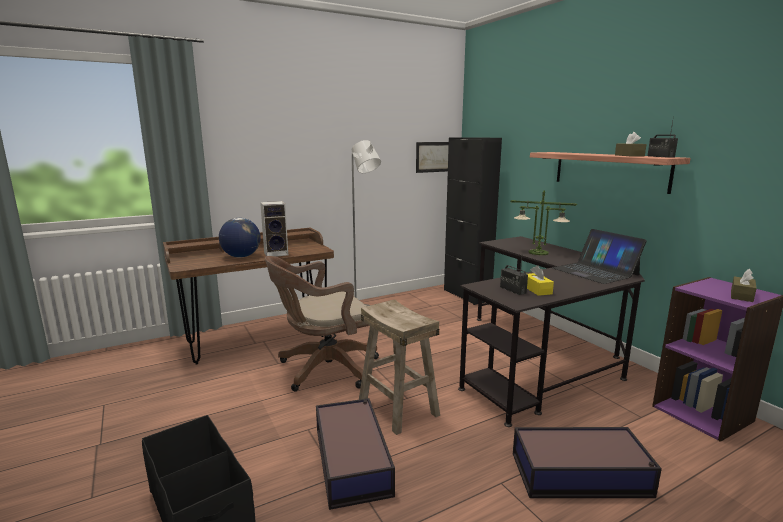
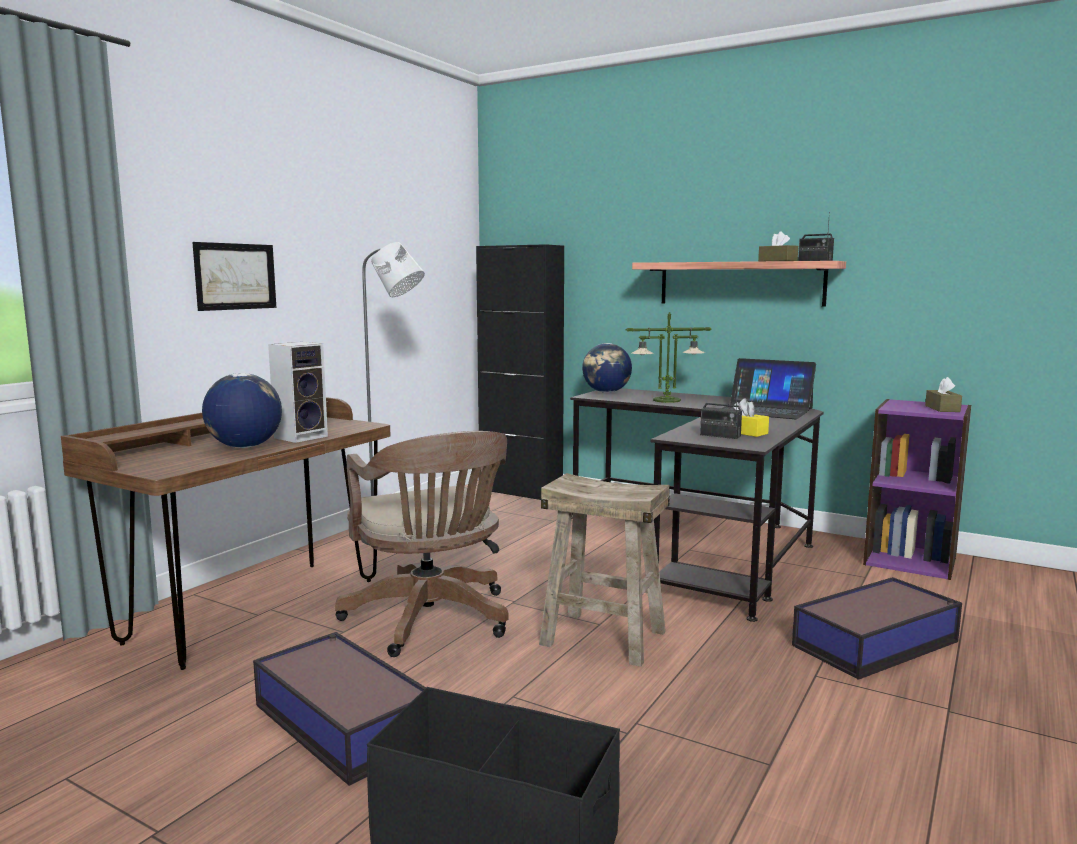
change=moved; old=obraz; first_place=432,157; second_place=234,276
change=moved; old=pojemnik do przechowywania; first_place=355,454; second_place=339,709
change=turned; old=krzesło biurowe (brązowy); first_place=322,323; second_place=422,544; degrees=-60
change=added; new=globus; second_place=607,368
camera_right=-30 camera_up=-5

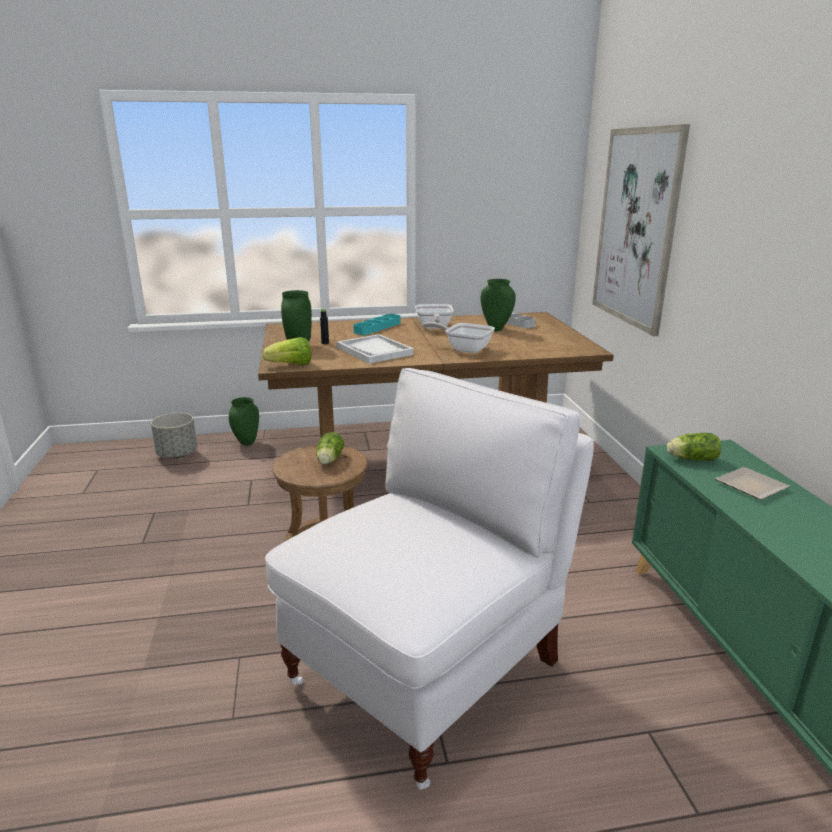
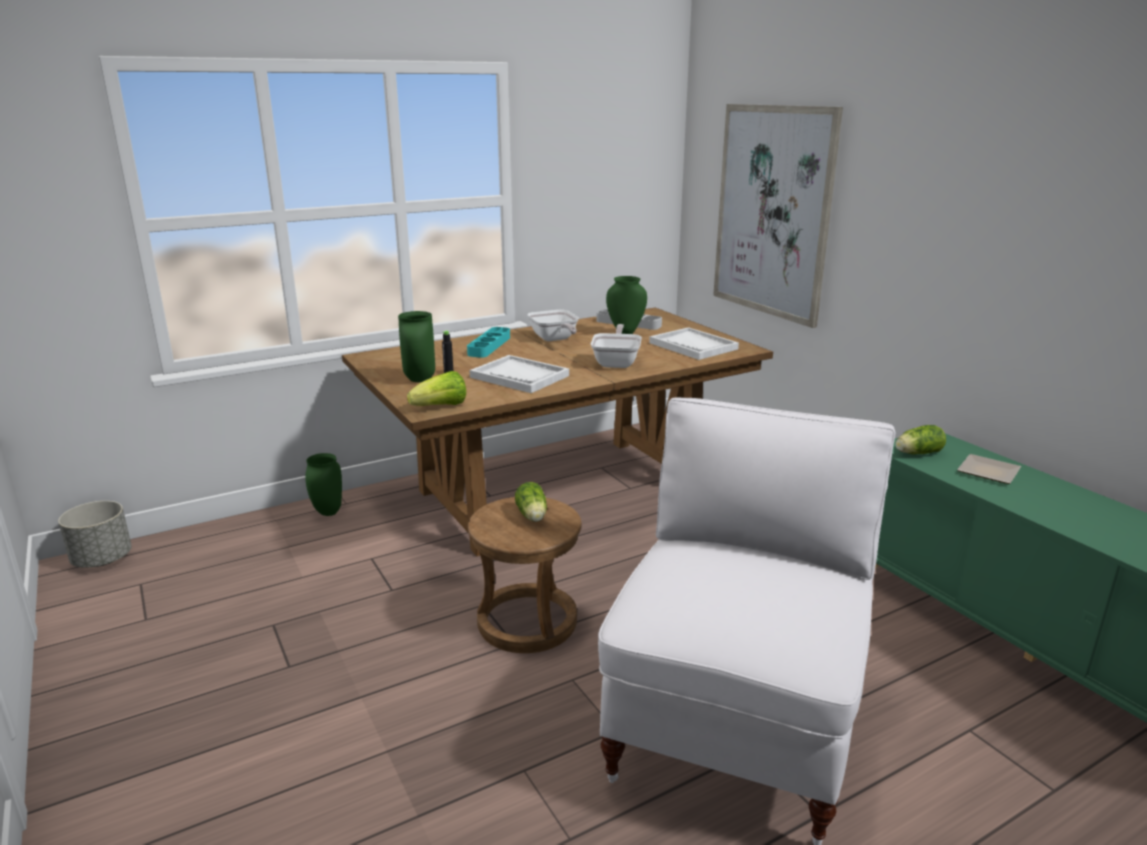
change=moved; old=donica (szary); first_place=174,435; second_place=95,534
change=turned; old=patelnia; first_place=459,337; second_place=616,346; degrees=90
change=added; new=taca (biały); second_place=694,343
camera_right=-20 camera_up=0

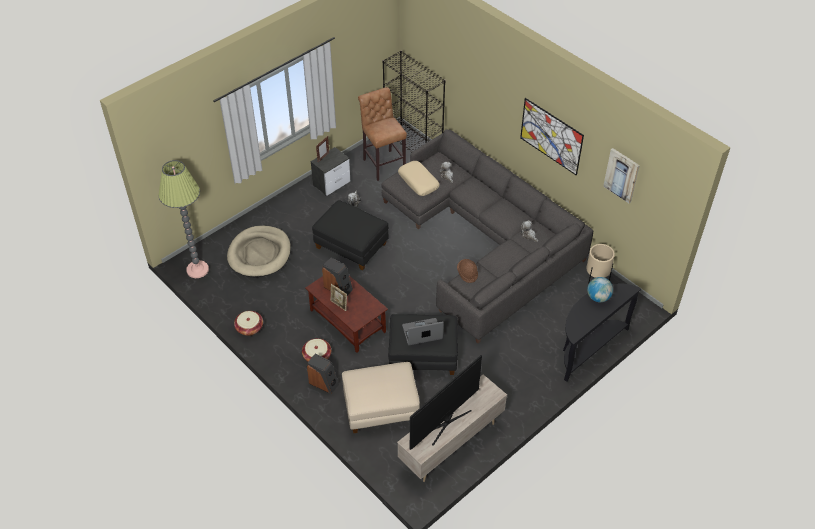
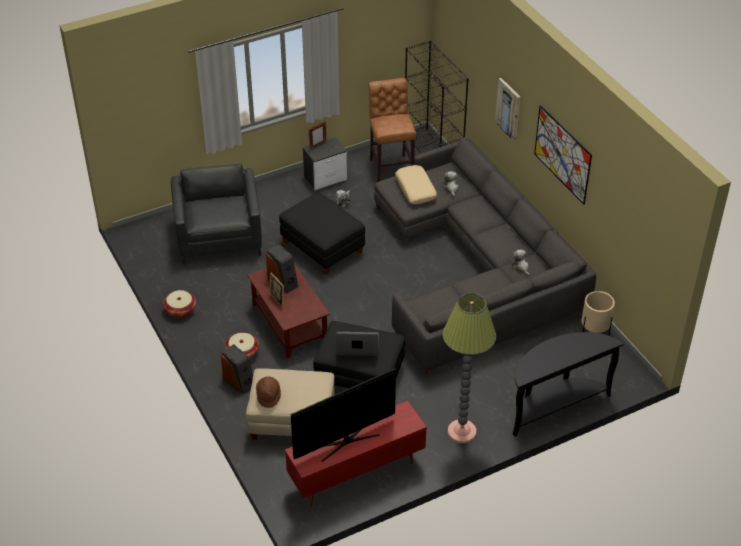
change=replaced; old=legowisko (beżowy); new=fotel (szary); first_place=259,252; second_place=216,214
change=moved; old=kapelusz (brązowy); first_place=467,271; second_place=268,392
change=recoloured; old=szafka pod telewizor (beżowy); new=szafka pod telewizor (czerwony); first_place=452,428; second_place=356,453
change=moved; old=lampa stojąca; first_place=184,219; second_place=469,368
change=moved; old=obraz; first_place=621,175; second_place=508,110
change=removed; old=globus; first_place=600,289
camera_right=15 camera_up=-5

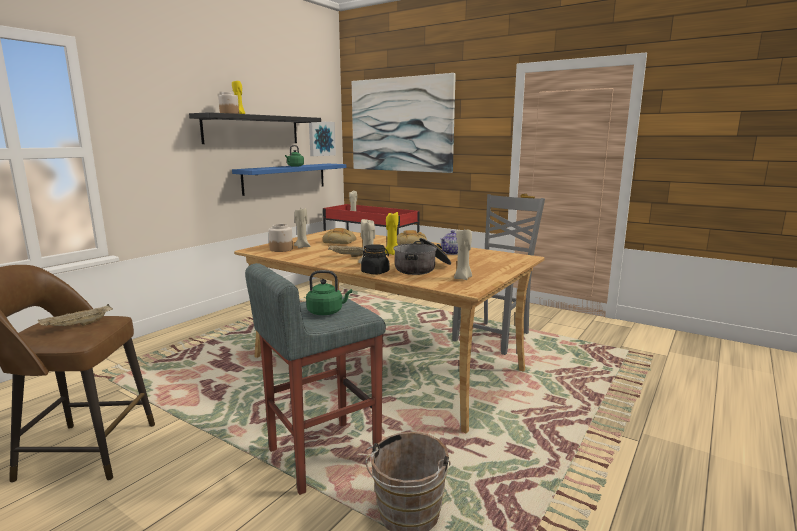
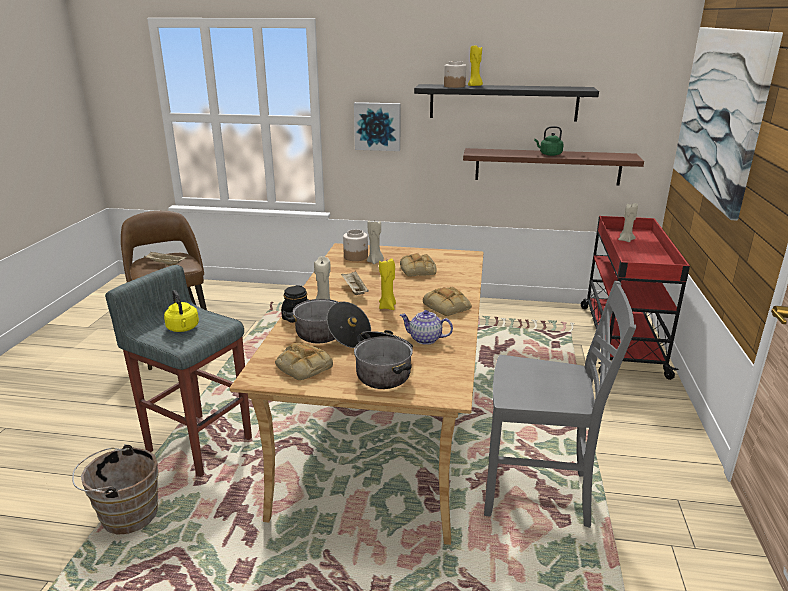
change=recoloured; old=czajnik (zielony); new=czajnik (żółty); first_place=329,292; second_place=181,311
change=replaced; old=świeca (beżowy); new=chleb; first_place=463,254; second_place=304,361
change=moved; old=obraz; first_place=322,138; second_place=377,126
change=added; new=garnek; second_place=383,359
change=recoloured; old=półka (niebieski); new=półka (brązowy); first_place=289,180; second_place=553,166
camera_right=65 camera_up=10

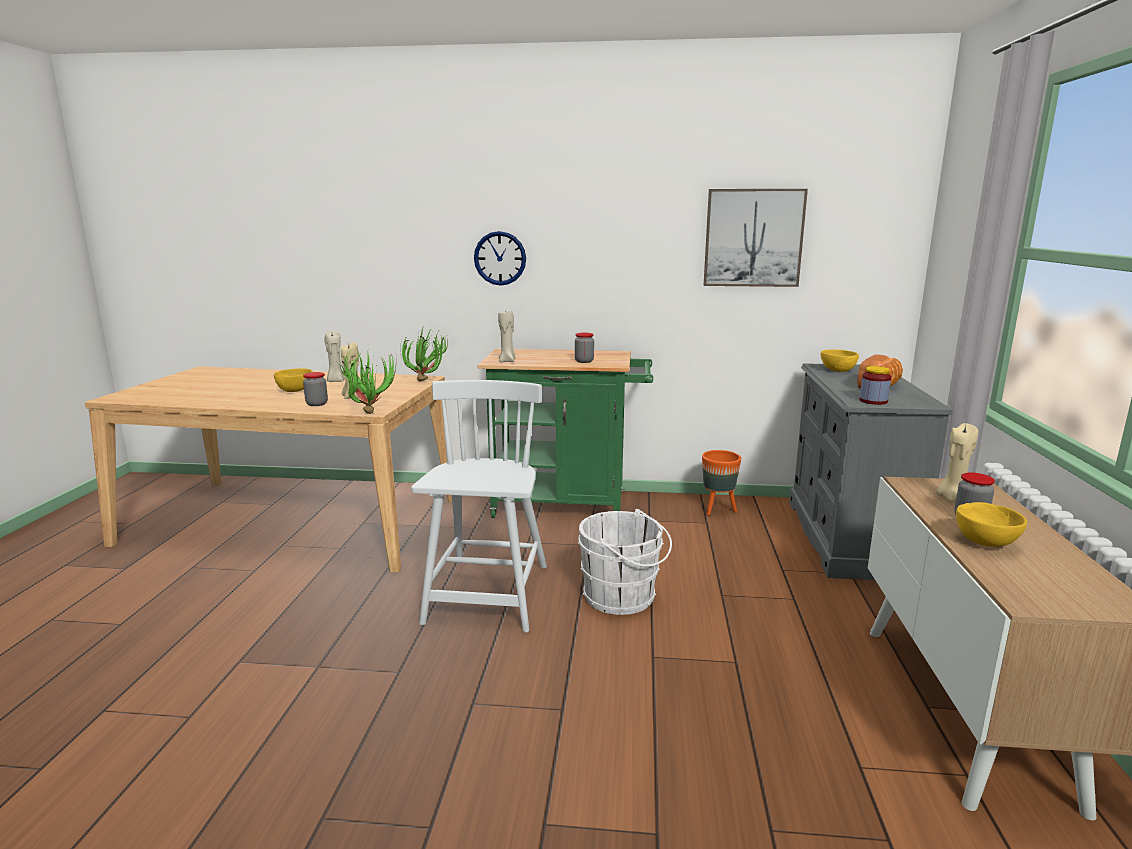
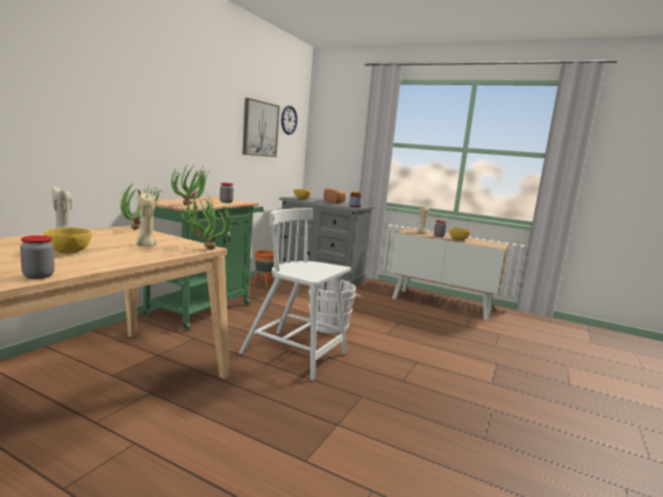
change=moved; old=słoik; first_place=315,389; second_place=37,257
change=replaced; old=świeca (beżowy); new=roślina doniczkowa; first_place=507,337; second_place=189,184
change=moved; old=zegar ścienny; first_place=500,258; second_place=289,120
camera_right=-70 camera_up=-5

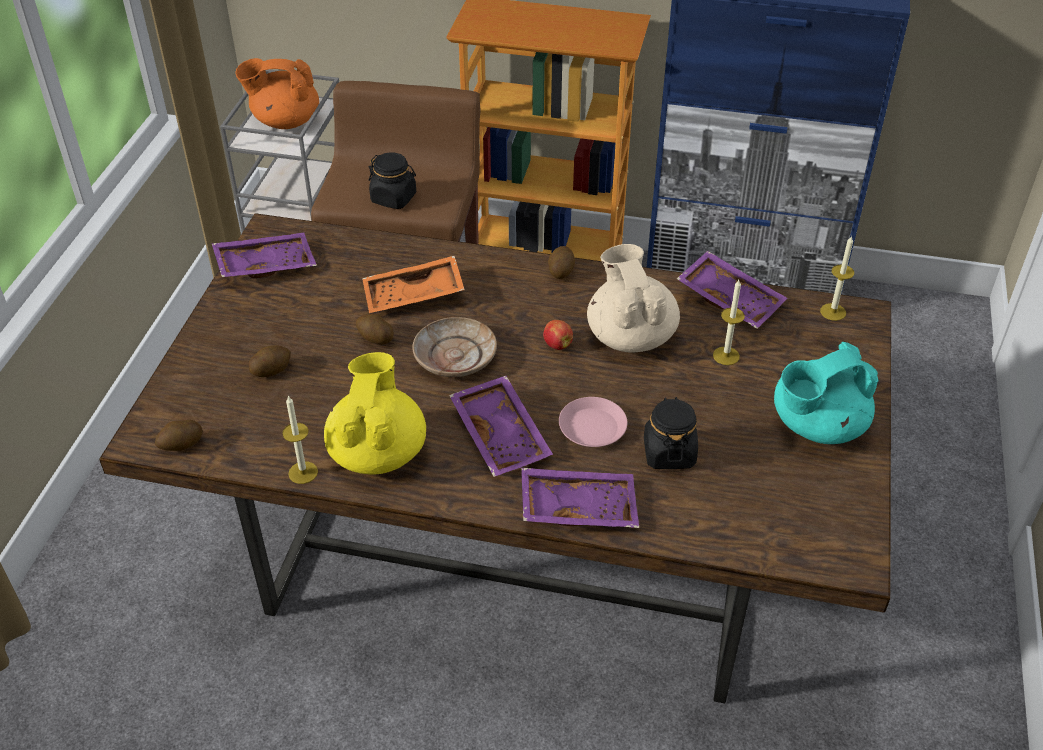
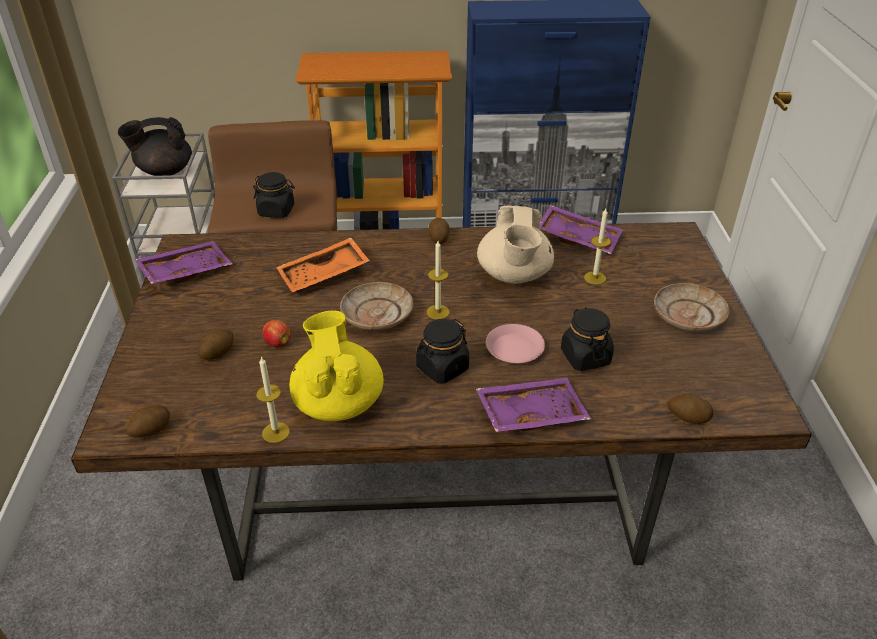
change=recoloured; old=imbryk (pomarańczowy); new=imbryk (czarny); first_place=277,93; second_place=155,146
change=moved; old=jabłko; first_place=558,335; second_place=276,333
change=replaced; old=taca (fioletowy); new=słoik (czarny); first_place=501,426; second_place=442,351
change=moved; old=świeca; first_place=837,278; second_place=438,280
change=turned; old=imbryk (beżowy); first_place=633,298; second_place=515,245; degrees=-150
change=replaced; old=imbryk (turkusowy); new=talerz (beżowy); first_place=826,393; second_place=692,307
change=moved; old=ziemniak; first_place=375,329; second_place=690,408
camera_right=-15 camera_up=-5

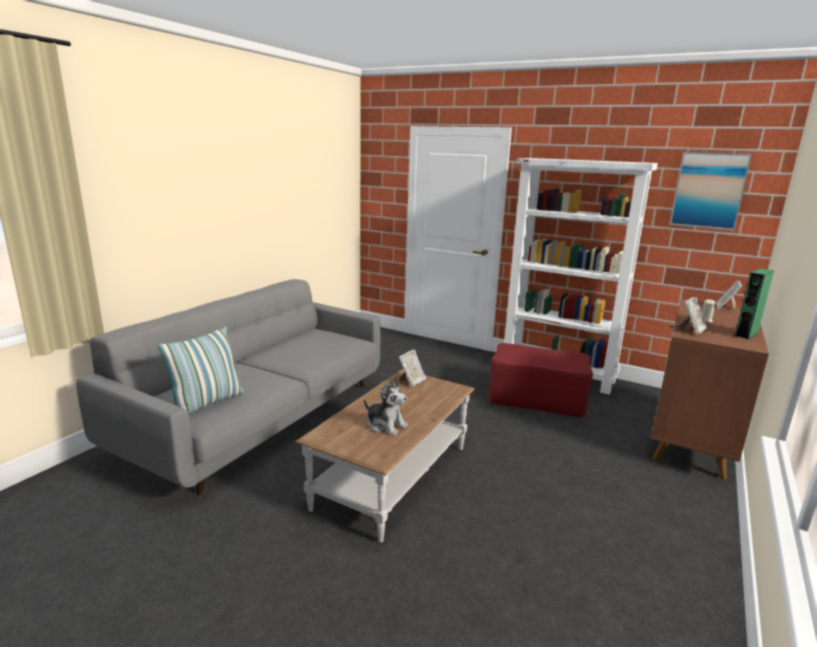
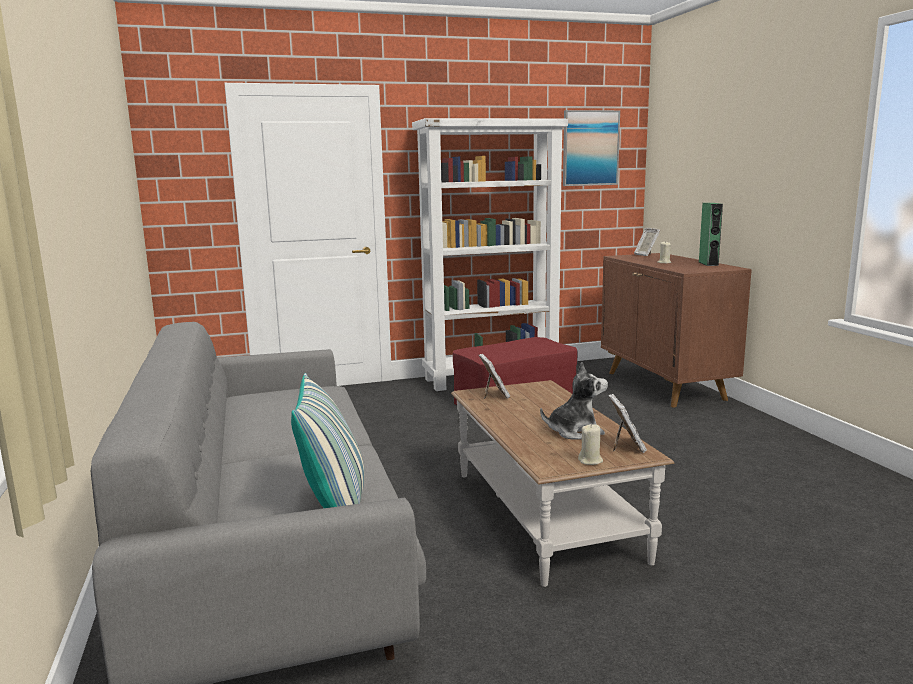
change=added; new=świeca (beżowy); second_place=590,444
change=moved; old=ramka na zdjęcie; first_place=693,316; second_place=627,423
camera_right=-45 camera_up=-5

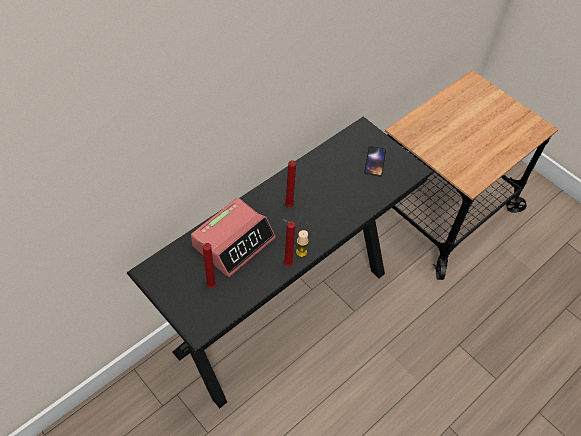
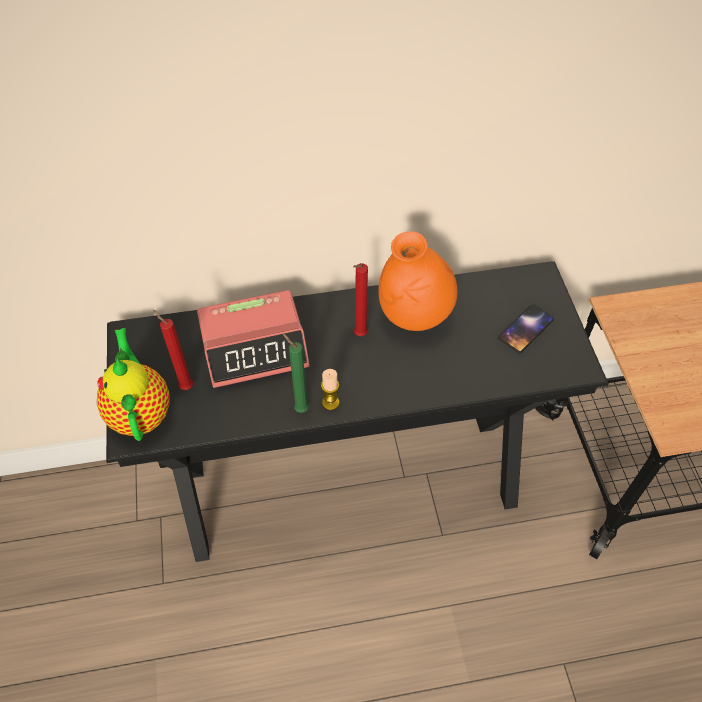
change=added; new=imbryk; second_place=133,384
change=recoloured; old=świeca (czerwony); new=świeca (zielony); first_place=289,242; second_place=296,373
change=added; new=wazon (pomarańczowy); second_place=418,281
camera_right=35 camera_up=0

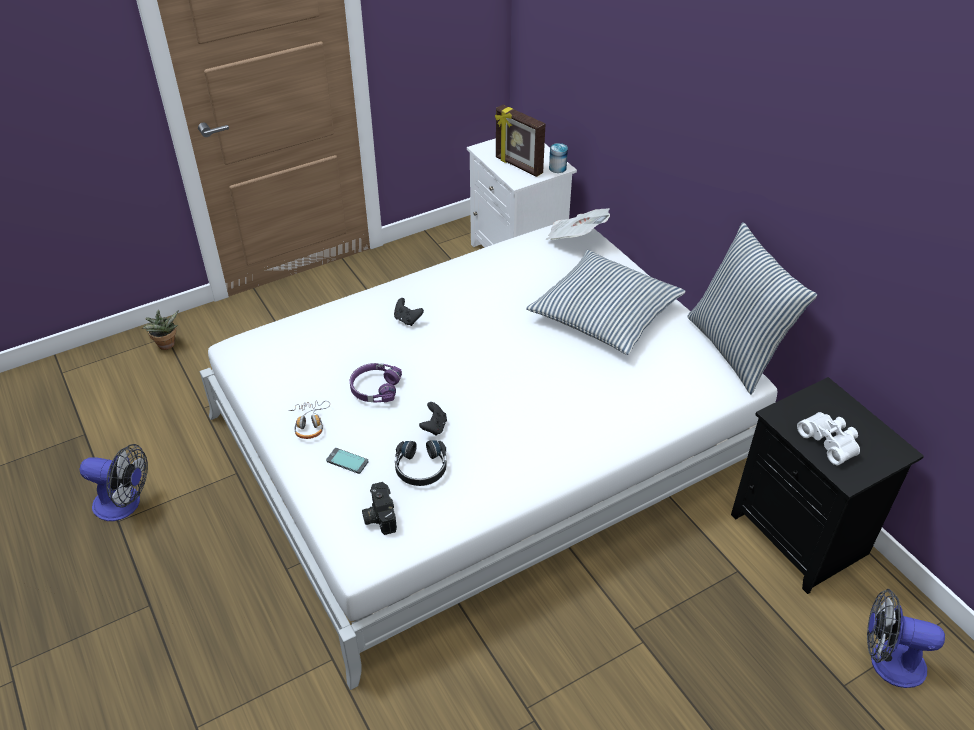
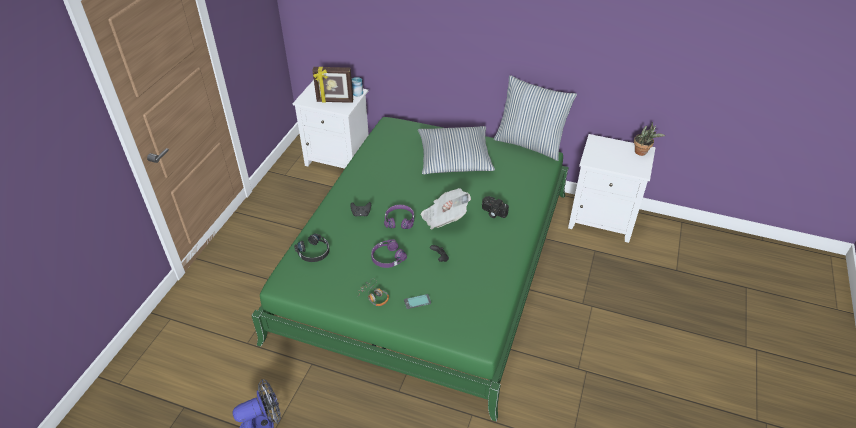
change=recoloured; old=łóżko (biały); new=łóżko (zielony); first_place=488,457; second_place=410,269
change=moved; old=słuchawki (czarny); first_place=420,463; second_place=312,247
change=added; new=słuchawki (fioletowy); second_place=399,217
change=moved; old=gazeta; first_place=578,224; second_place=446,208
change=moved; old=aparat fotograficzny; first_place=379,508; second_place=495,207
change=recoloured; old=szafka nocna (czarny); new=szafka nocna (biały); first_place=827,485; second_place=612,188
change=moved; old=roślina doniczkowa; first_place=160,330; second_place=649,139
change=removed; old=lornetka (biały); first_place=828,438
change=removed; old=wentylator; first_place=906,638
camera_right=-40 camera_up=0

